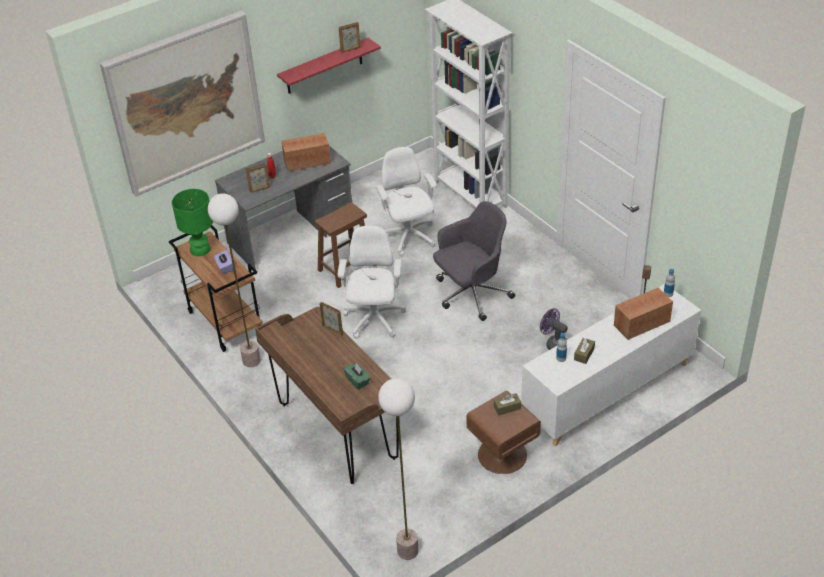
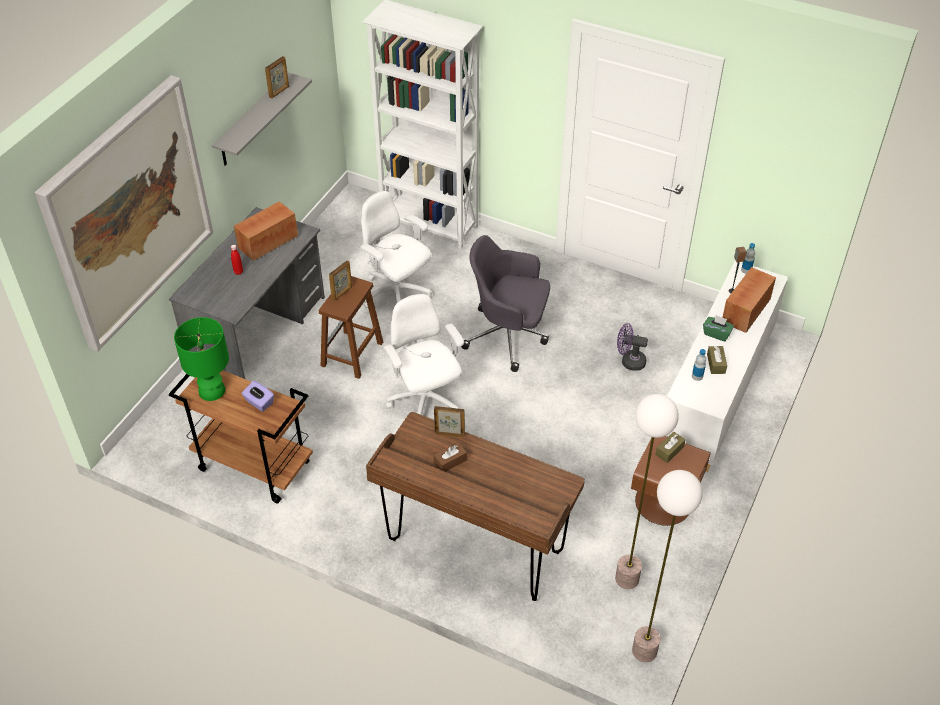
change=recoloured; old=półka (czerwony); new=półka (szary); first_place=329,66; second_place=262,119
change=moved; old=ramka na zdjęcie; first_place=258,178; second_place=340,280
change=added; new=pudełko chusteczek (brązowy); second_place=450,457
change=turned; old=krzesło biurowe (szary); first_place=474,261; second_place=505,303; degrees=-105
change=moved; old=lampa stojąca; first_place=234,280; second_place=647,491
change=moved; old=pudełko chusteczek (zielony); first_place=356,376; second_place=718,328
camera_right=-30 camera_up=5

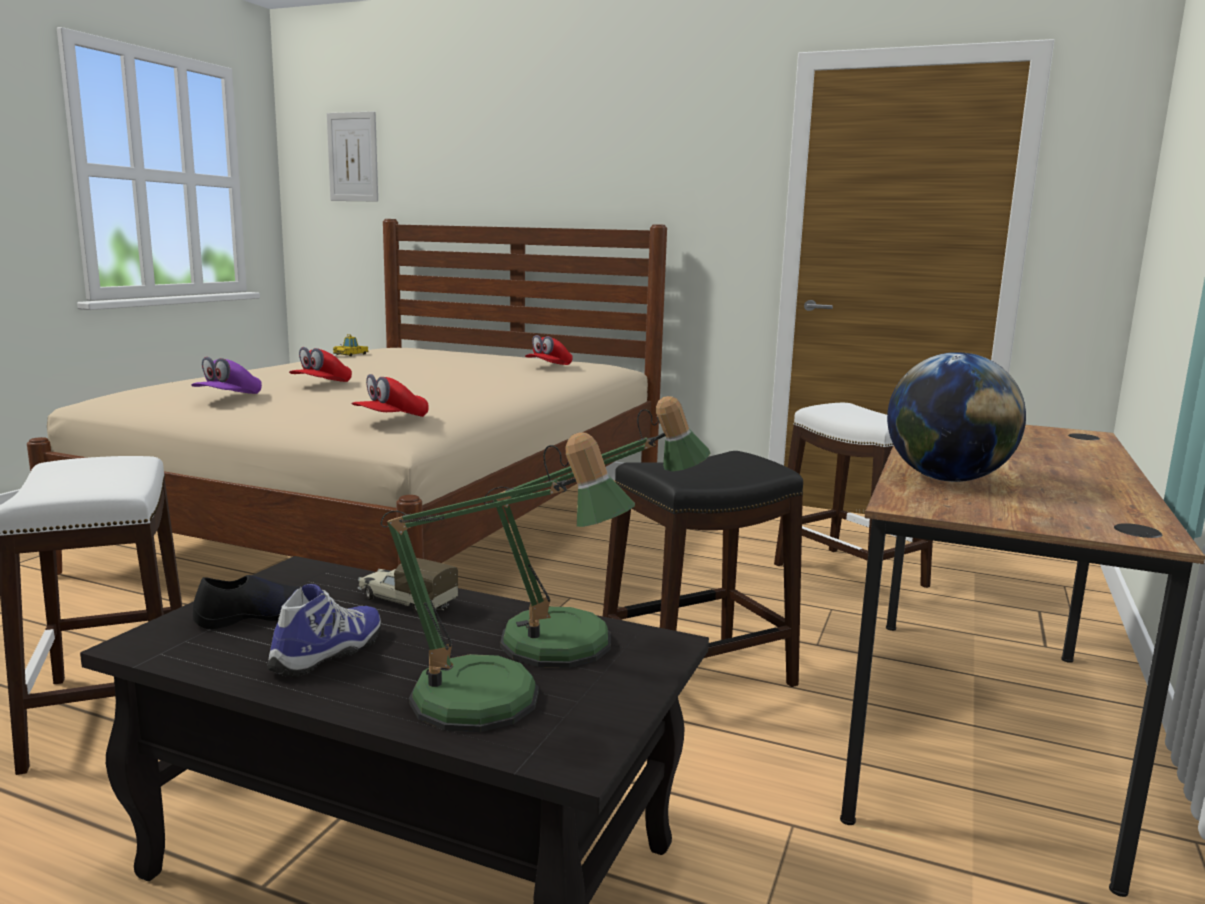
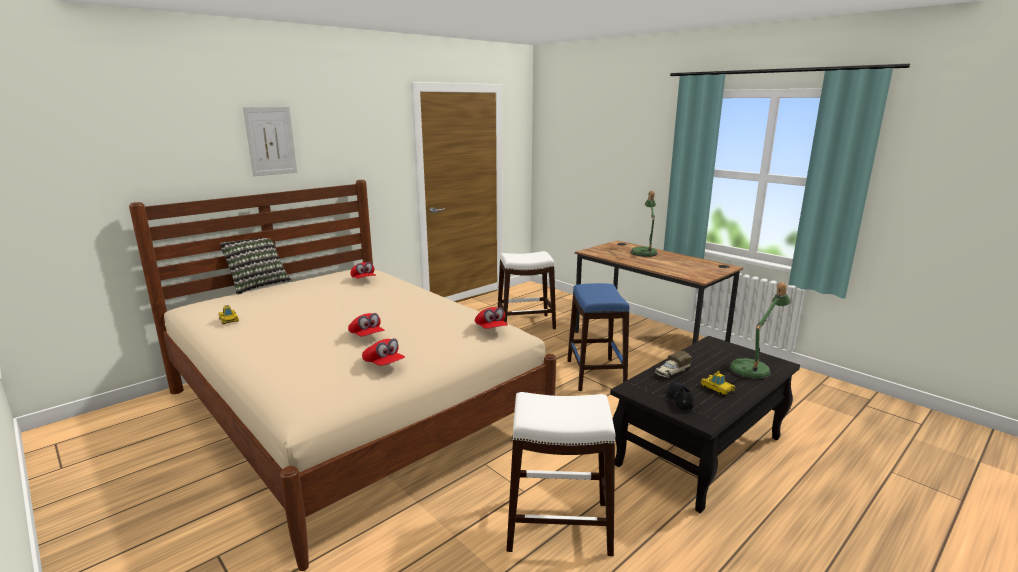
change=added; new=poduszka; second_place=256,266
change=moved; old=obraz; first_place=352,156; second_place=270,141
change=recoloured; old=czapka z daszkiem (fioletowy); new=czapka z daszkiem (czerwony); first_place=226,375; second_place=383,352
change=recoloured; old=stołek (czarny); new=stołek (niebieski); first_place=703,569; second_place=598,337
change=moved; old=lampa stołowa; first_place=597,532; second_place=644,224
change=replaced; old=but; new=samochodzik; first_place=324,630; second_place=717,383
change=removed; old=globus; first_place=956,417
camera_right=-65 camera_up=5

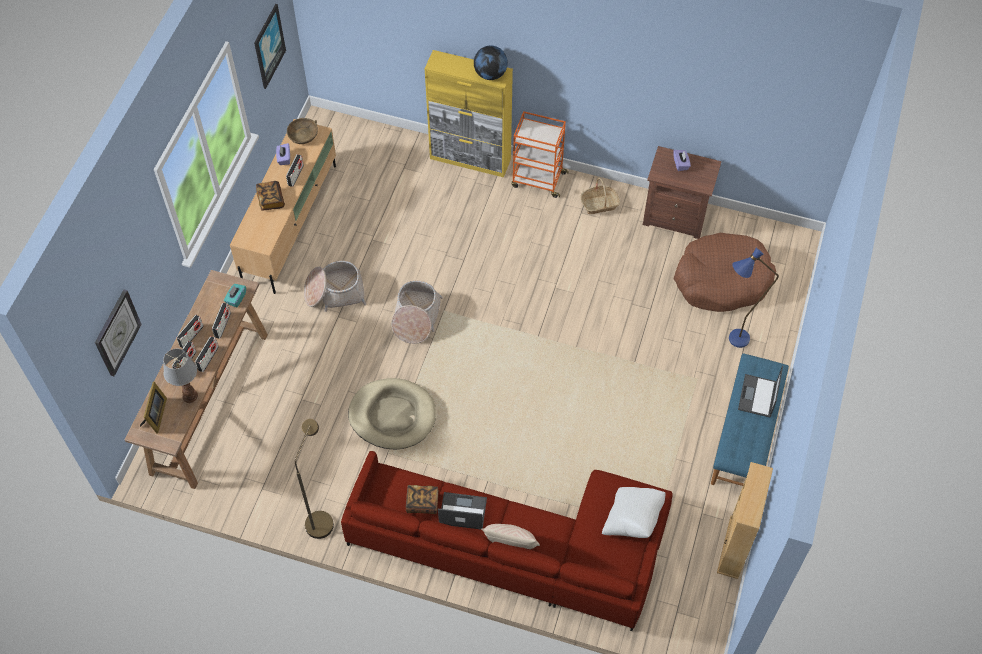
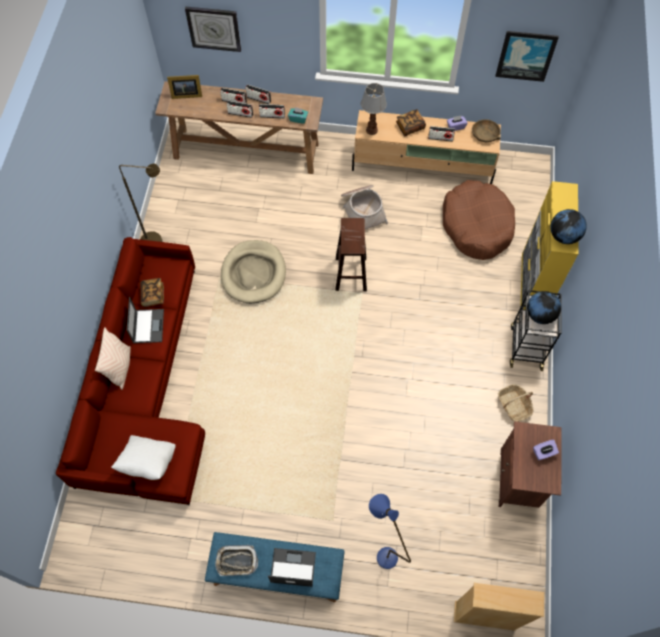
change=added; new=taca; second_place=236,560
change=replaced; old=koszyk; new=stołek (brązowy); first_place=417,312; second_place=351,254
change=moved; old=lampa stołowa; first_place=180,375; second_place=374,109
change=moved; old=legowisko (brązowy); first_place=724,272; second_place=479,220
change=moved; old=regał (beżowy); first_place=745,520; second_place=499,607
change=recoloured; old=wózek (pomarańczowy); new=wózek (czarny); first_place=540,154; second_place=536,330
change=added; new=globus; second_place=544,307
camera_right=80 camera_up=5

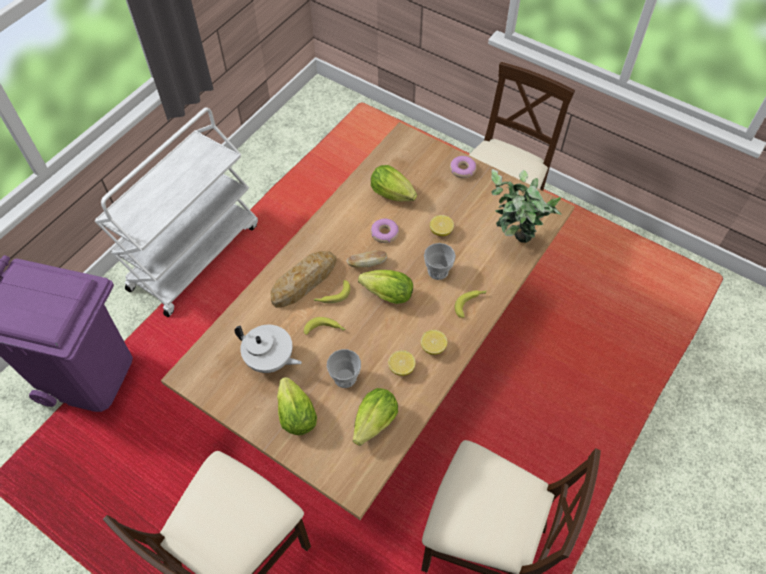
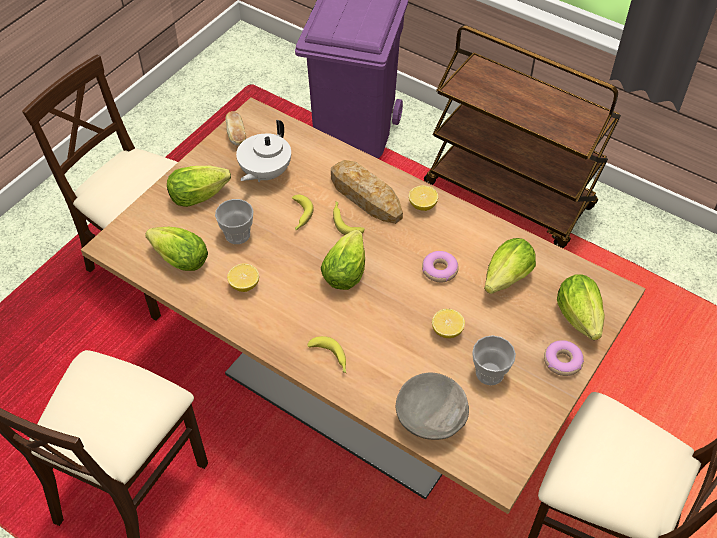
change=moved; old=chleb; first_place=367,259; second_place=236,128
change=replaced; old=roślina doniczkowa; new=miska (szary); first_place=526,206; second_place=432,406
change=moved; old=cytryna; first_place=434,342; second_place=423,198
change=recoloured; old=wózek (biały); new=wózek (brązowy); first_place=176,212; second_place=522,136
change=moved; old=filiżanka; first_place=440,261; second_place=494,360
change=added; new=sałata; second_place=581,307
camera_right=90 camera_up=-5

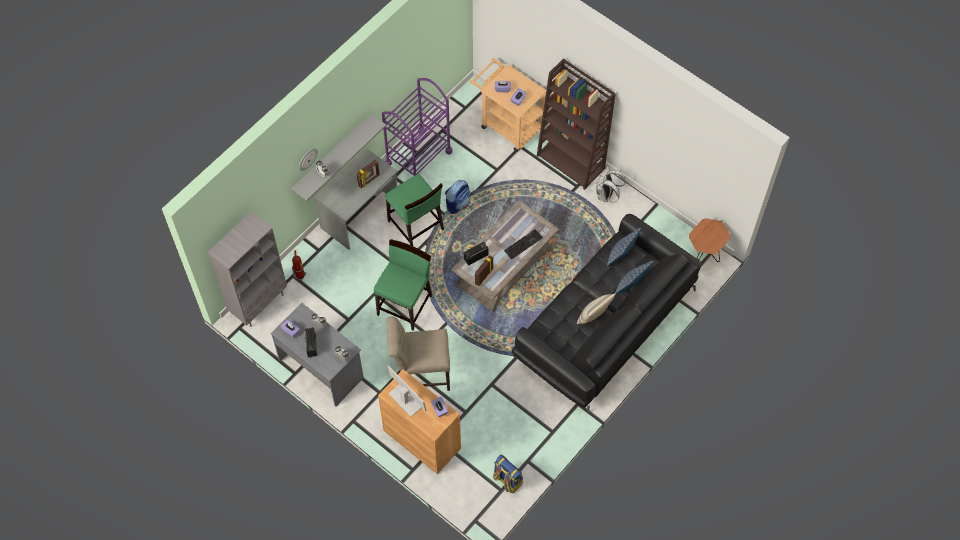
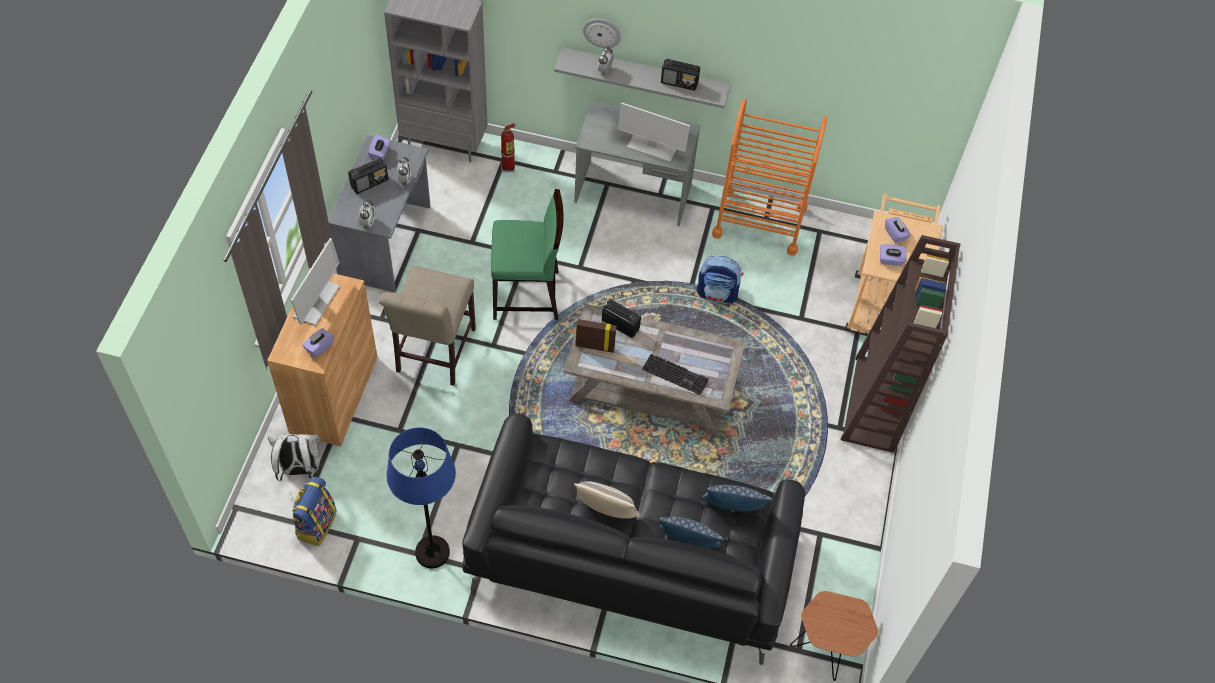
change=moved; old=plecak (biały); first_place=610,184; second_place=294,457
change=turned; old=krzesło (beżowy); first_place=418,353; second_place=427,325; degrees=-135
change=added; new=lampa stojąca (niebieski); second_place=421,497
change=replaced; old=ramka na zdjęcie; new=monitor; first_place=368,173; second_place=654,132
change=added; new=radio; second_place=680,75
change=recoloured; old=wózek (fioletowy); new=wózek (pomarańczowy); first_place=417,127; second_place=769,177
change=removed; old=krzesło (zielony); first_place=414,210
camera_right=60 camera_up=-5

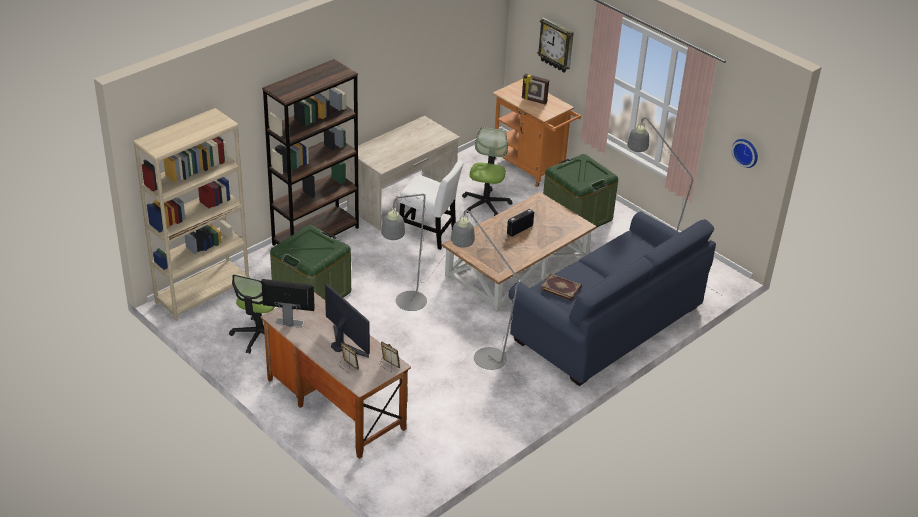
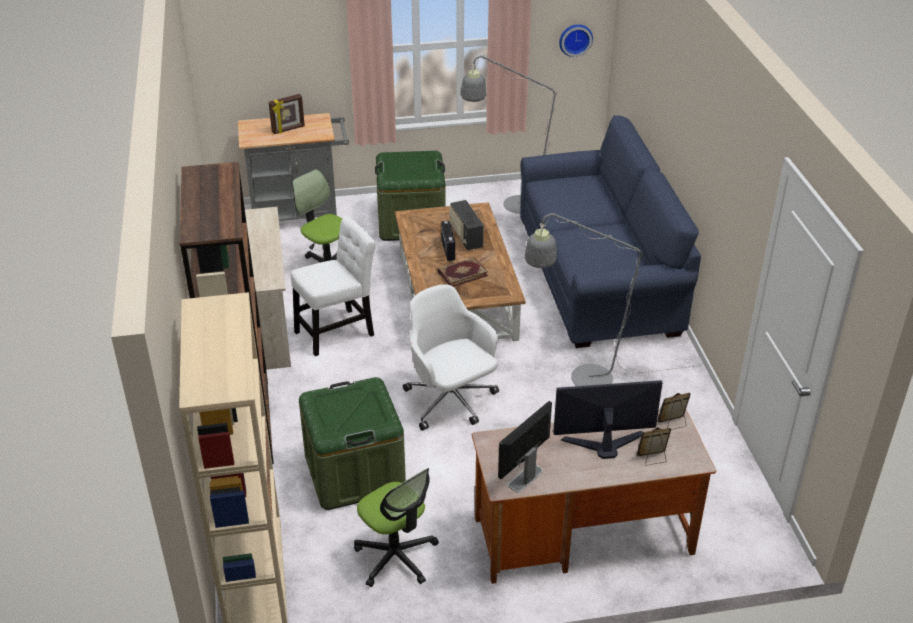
change=recoloured; old=wózek (pomarańczowy); new=wózek (szary); first_place=537,133; second_place=293,167
change=replaced; old=lampa stojąca (szary); new=krzesło biurowe (biały); first_place=413,252; second_place=451,357
change=moved; old=książka; first_place=561,287; second_place=462,272
change=added; new=radio; second_place=467,225
change=removed; old=zegar ścienny; first_place=555,45
camera_right=-55 camera_up=0

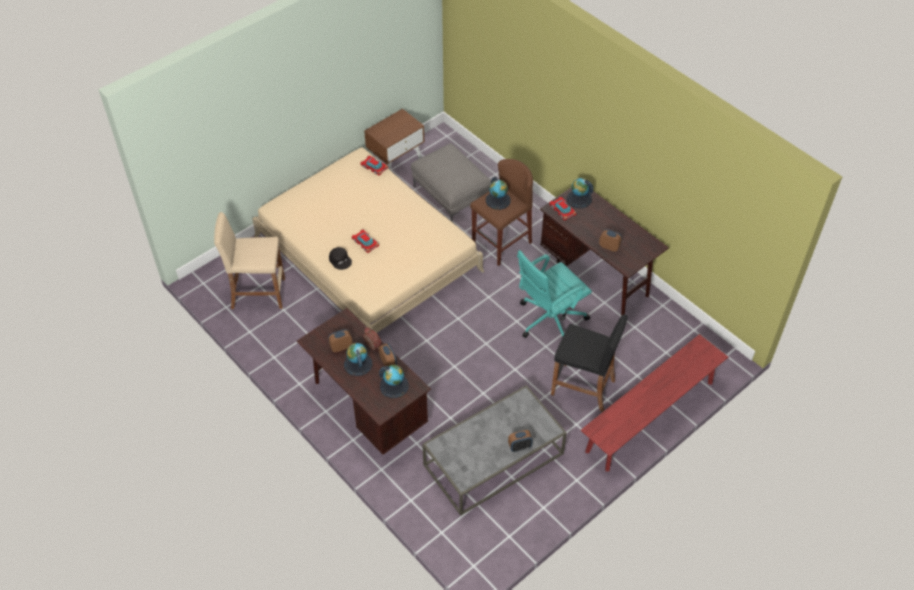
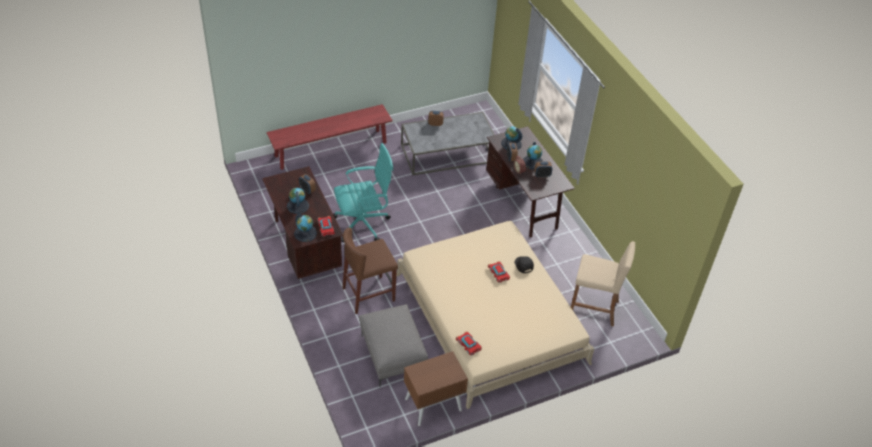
change=moved; old=globus; first_place=498,193; second_place=298,201
change=removed; old=stołek (czarny); first_place=589,363
camera_right=-165 camera_up=-5

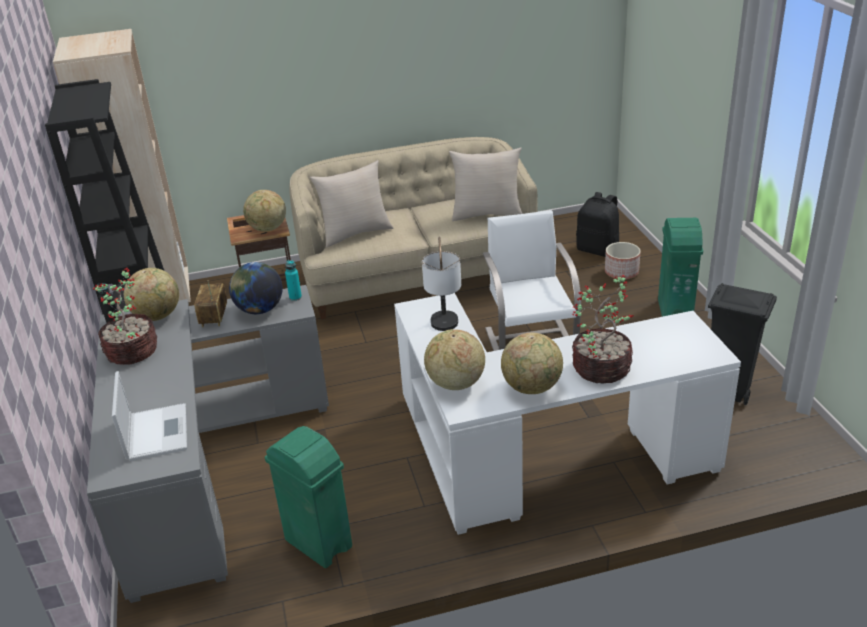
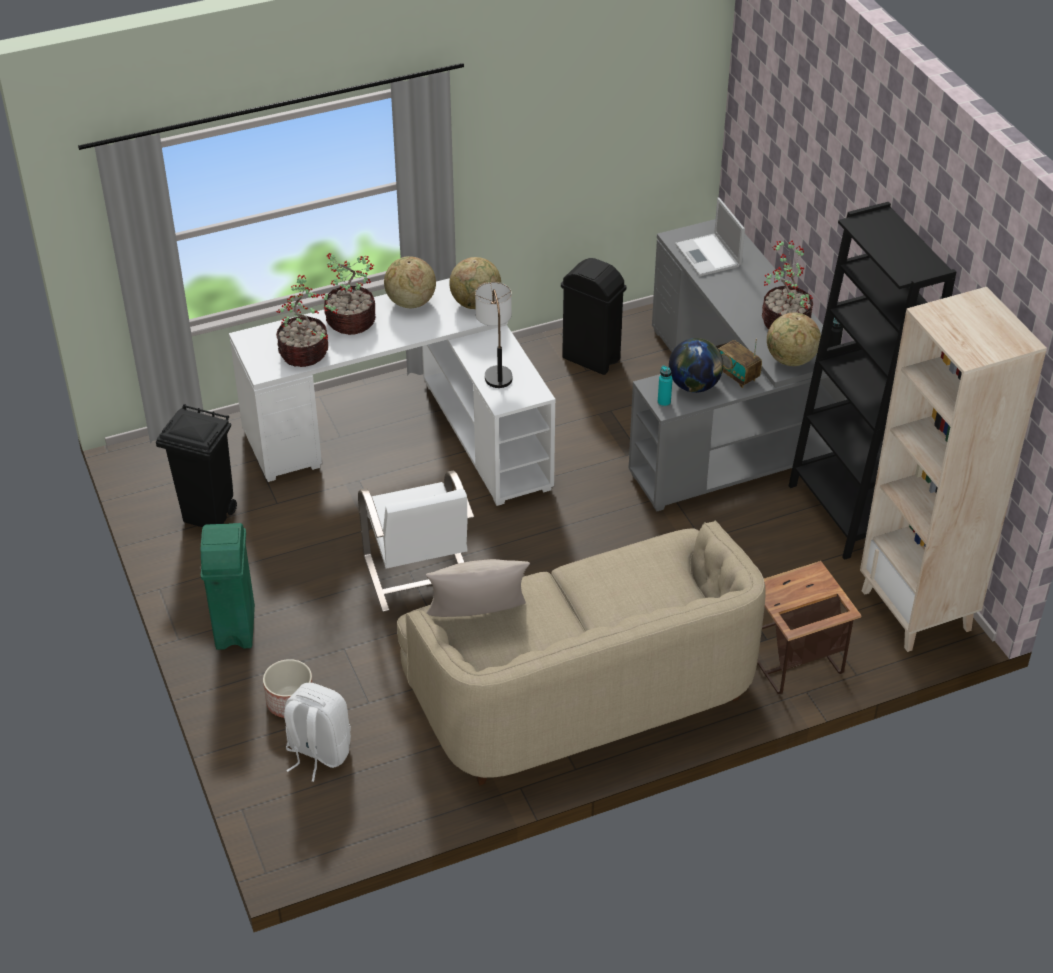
change=added; new=roślina doniczkowa; second_place=302,320
change=recoloured; old=plecak (czarny); new=plecak (biały); first_place=597,224; second_place=317,732
change=recoloured; old=kosz na śmieci (zielony); new=kosz na śmieci (czarny); first_place=308,497; second_place=593,316
change=turned; old=radio; first_place=210,303; second_place=740,363; degrees=150
change=removed; old=globus; first_place=264,211
change=removed; old=poduszka (beżowy); first_place=352,203
camera_right=170 camera_up=10

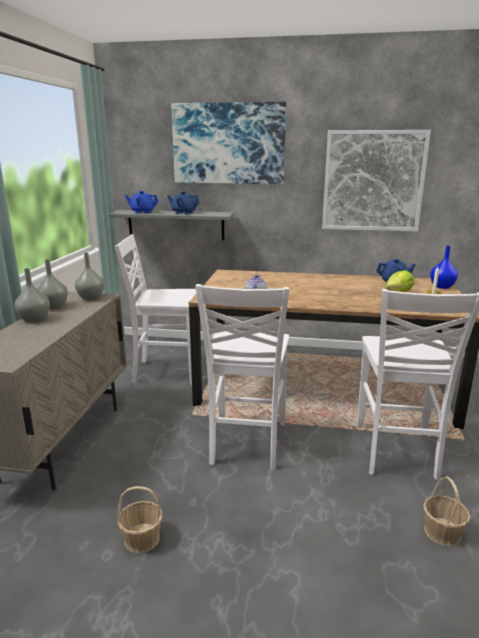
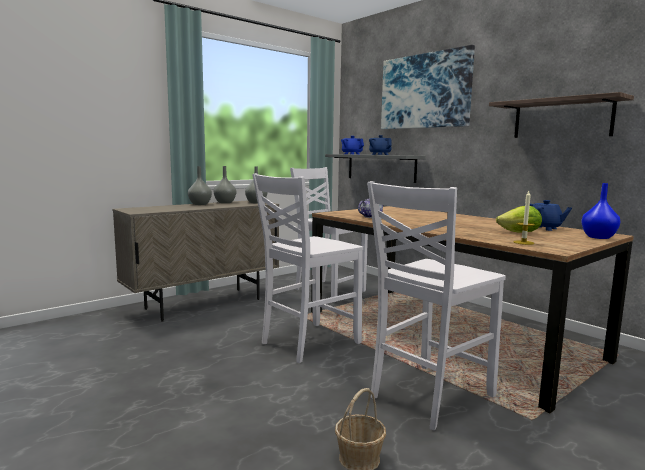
change=replaced; old=obraz; new=półka; first_place=376,181; second_place=561,115
change=removed; old=koszyk; first_place=140,519
camera_right=40 camera_up=-10

